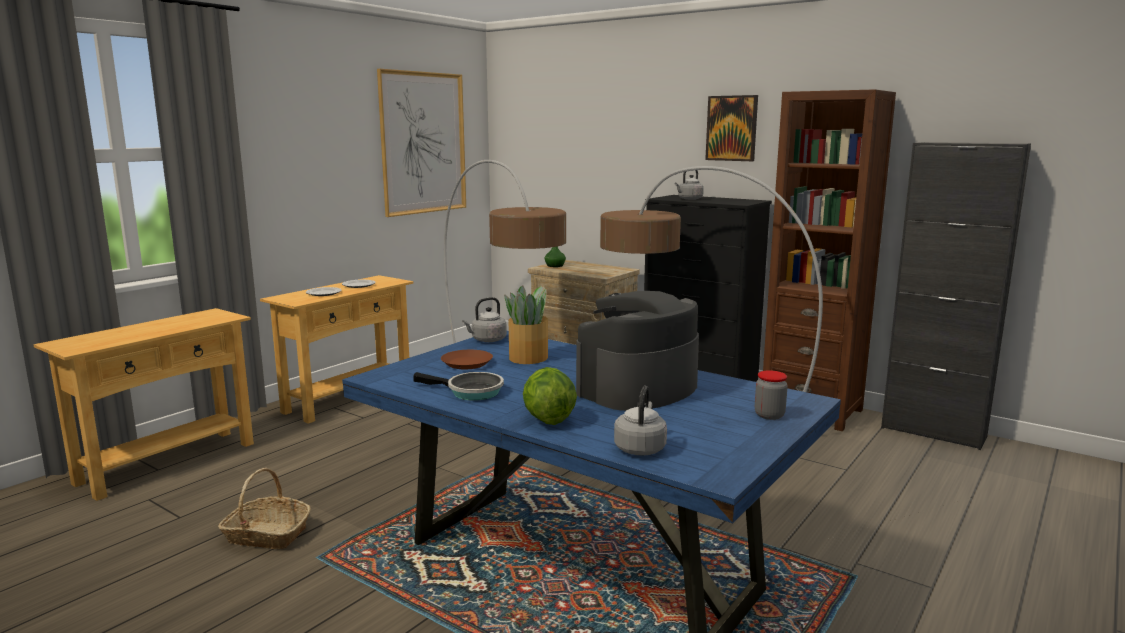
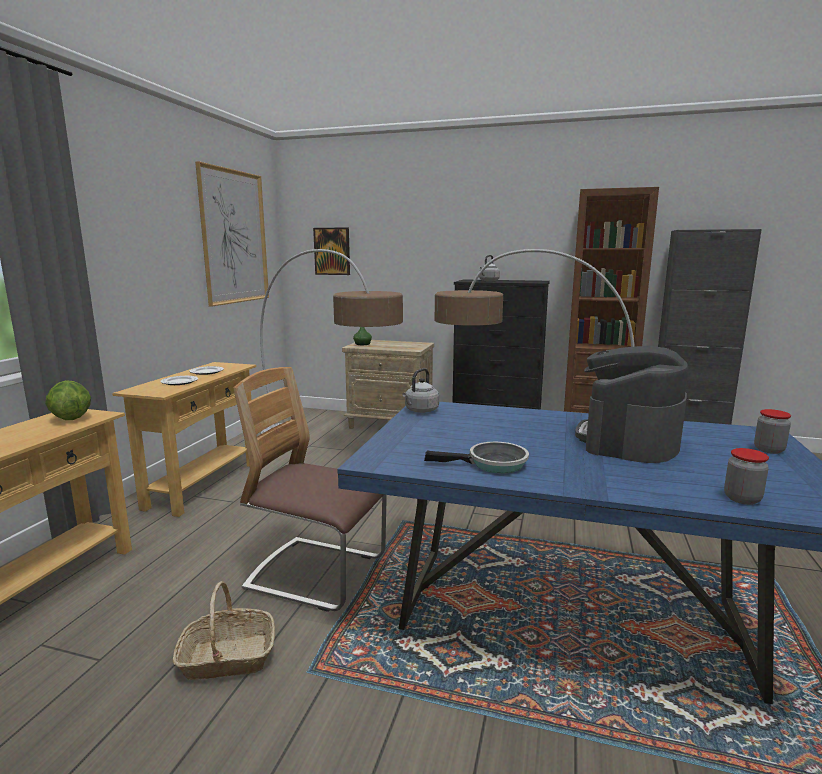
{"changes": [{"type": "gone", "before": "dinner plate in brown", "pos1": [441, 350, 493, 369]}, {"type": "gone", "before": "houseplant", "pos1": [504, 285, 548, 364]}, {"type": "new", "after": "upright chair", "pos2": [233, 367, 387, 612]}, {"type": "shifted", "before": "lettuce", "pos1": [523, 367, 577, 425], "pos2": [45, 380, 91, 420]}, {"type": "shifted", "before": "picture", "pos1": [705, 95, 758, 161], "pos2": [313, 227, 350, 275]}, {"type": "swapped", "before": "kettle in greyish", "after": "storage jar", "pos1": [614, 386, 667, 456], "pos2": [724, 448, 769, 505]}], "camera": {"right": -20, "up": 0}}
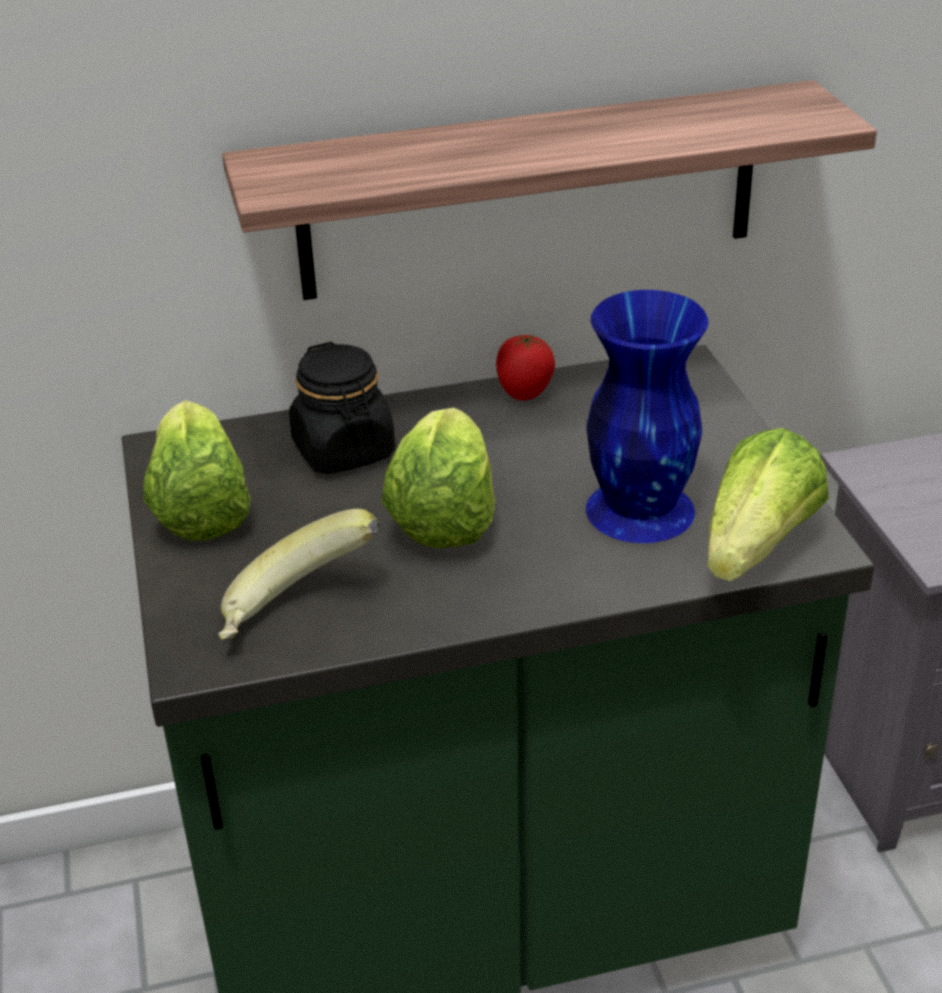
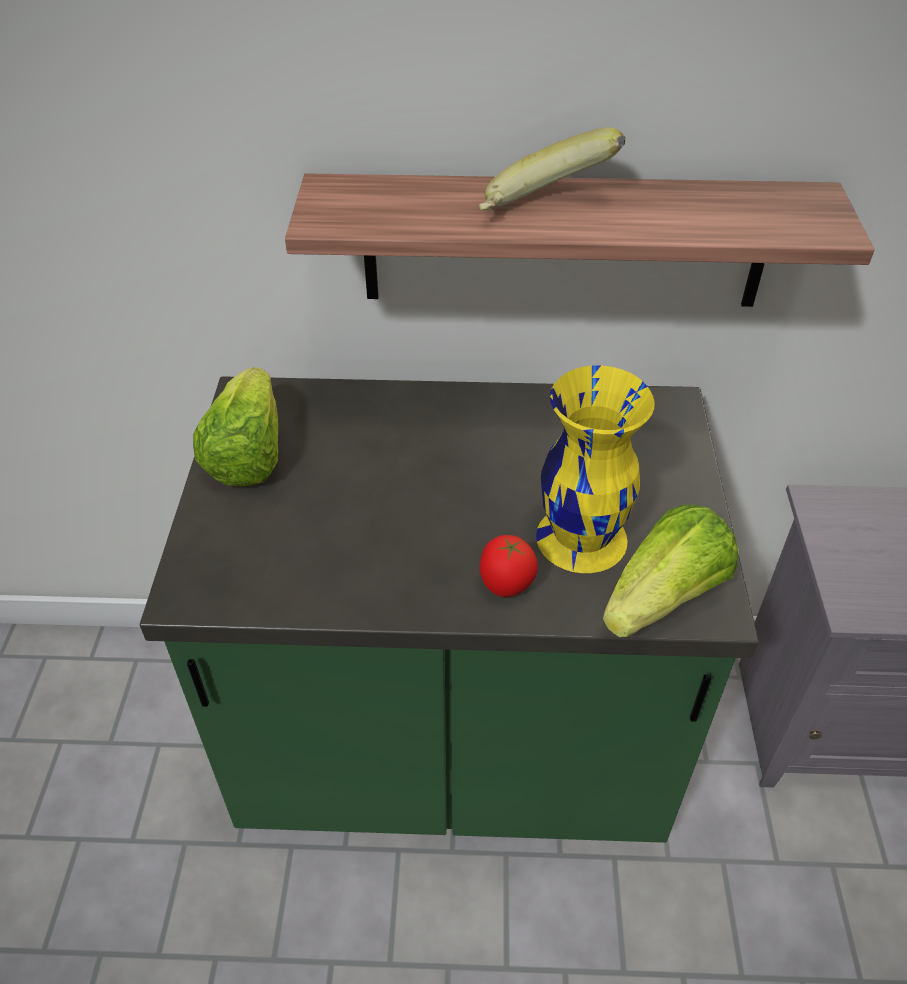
{"changes": [{"type": "gone", "before": "storage jar in blackish", "pos1": [289, 342, 395, 474]}, {"type": "gone", "before": "lettuce", "pos1": [381, 407, 496, 548]}, {"type": "shifted", "before": "banana fruit", "pos1": [218, 509, 379, 640], "pos2": [479, 127, 625, 211]}, {"type": "shifted", "before": "whole tomato", "pos1": [496, 335, 555, 400], "pos2": [480, 535, 538, 597]}, {"type": "repainted", "before": "decorative vase in bluish", "after": "decorative vase in yellow-coloured", "pos1": [586, 290, 709, 543], "pos2": [536, 366, 655, 573]}], "camera": {"right": 15, "up": 10}}
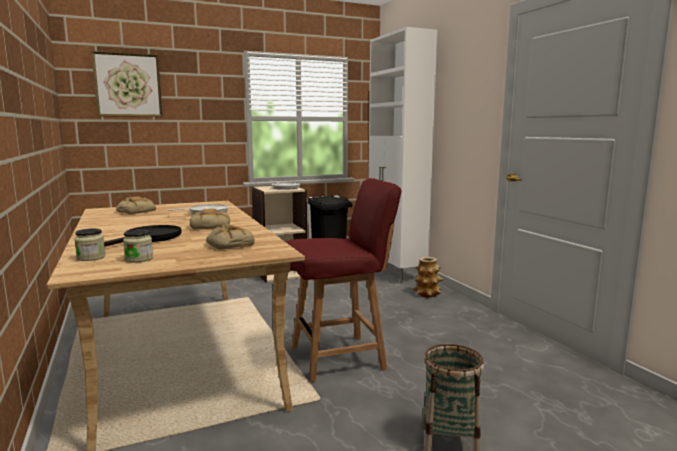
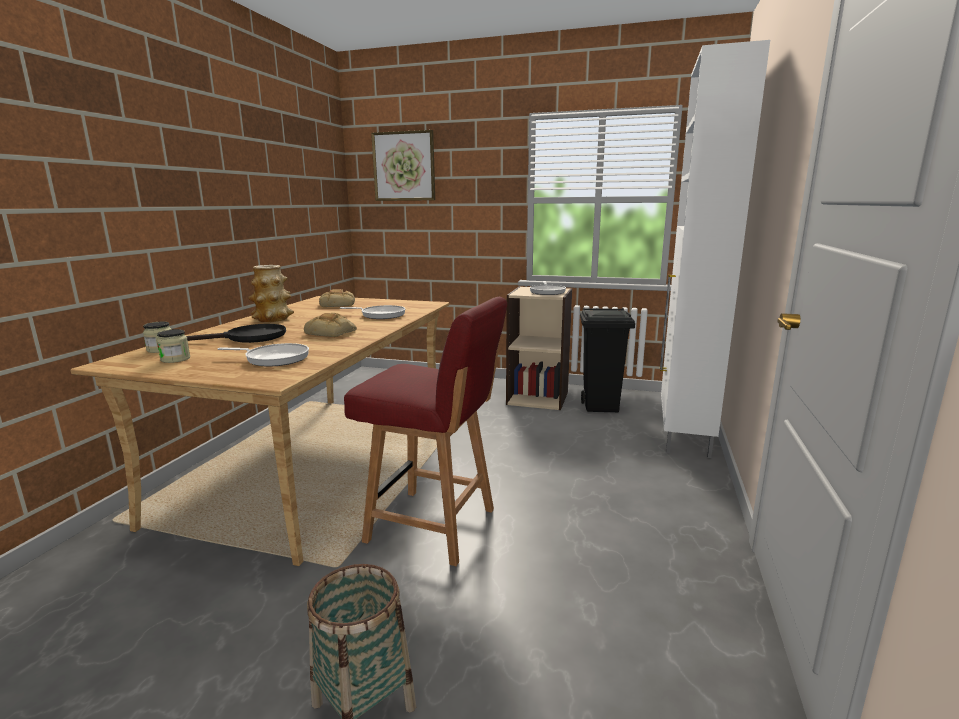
{"changes": [{"type": "shifted", "before": "decorative vase", "pos1": [413, 257, 444, 297], "pos2": [248, 265, 294, 322]}, {"type": "swapped", "before": "bakery bread", "after": "frying pan", "pos1": [206, 223, 255, 250], "pos2": [218, 343, 309, 367]}], "camera": {"right": 40, "up": 5}}
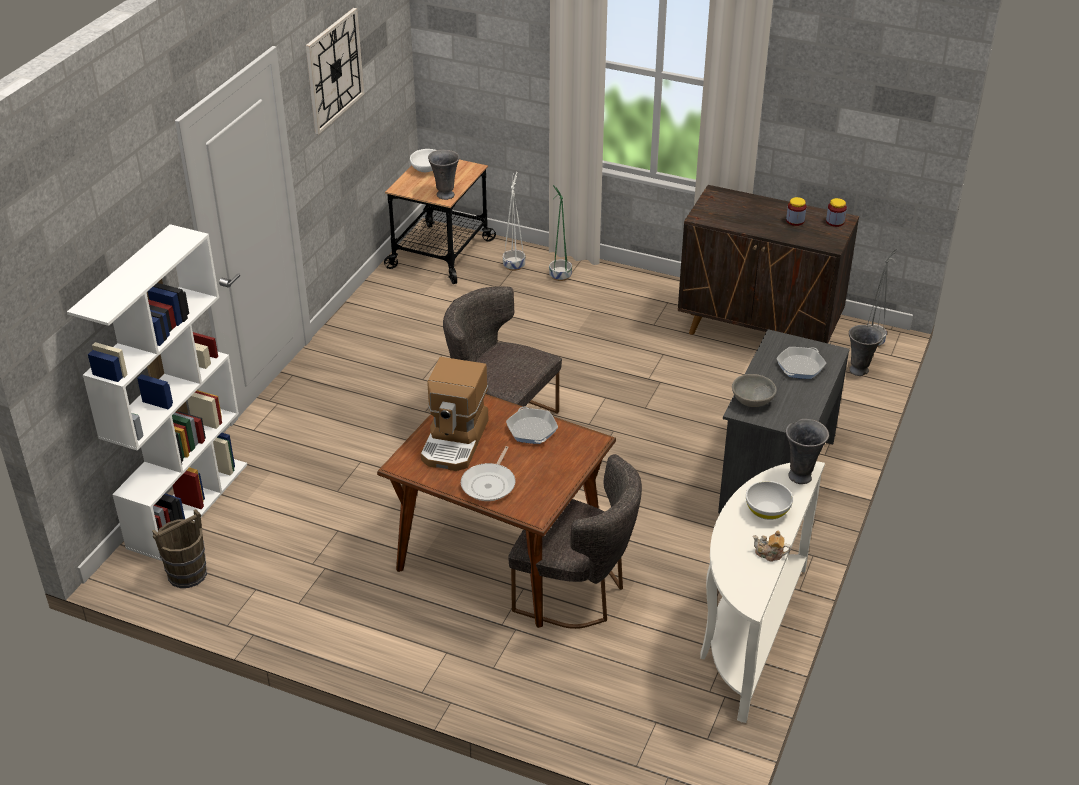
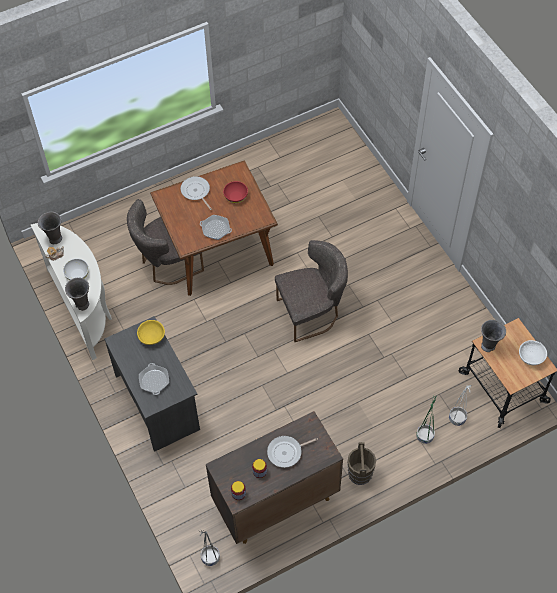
{"changes": [{"type": "gone", "before": "bookshelf in whitish", "pos1": [67, 224, 247, 561]}, {"type": "gone", "before": "wall clock", "pos1": [306, 8, 364, 134]}, {"type": "new", "after": "frying pan", "pos2": [267, 436, 318, 468]}, {"type": "shifted", "before": "water bucket in brown", "pos1": [152, 509, 207, 588], "pos2": [347, 442, 376, 485]}, {"type": "shifted", "before": "decorative vase in greyish", "pos1": [849, 325, 883, 376], "pos2": [38, 212, 62, 244]}, {"type": "swapped", "before": "coffee maker", "after": "deep dish in red-coloured", "pos1": [421, 357, 488, 471], "pos2": [223, 181, 248, 203]}, {"type": "repainted", "before": "deep dish in greyish", "after": "deep dish in yellow-coloured", "pos1": [732, 374, 777, 407], "pos2": [137, 320, 165, 345]}], "camera": {"right": 130, "up": 20}}
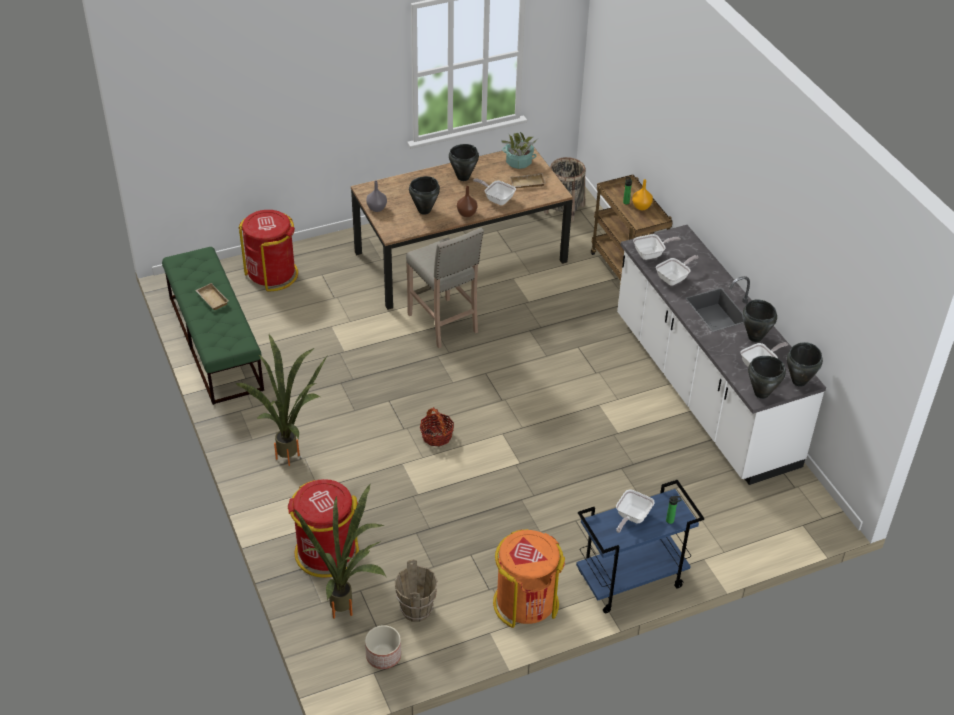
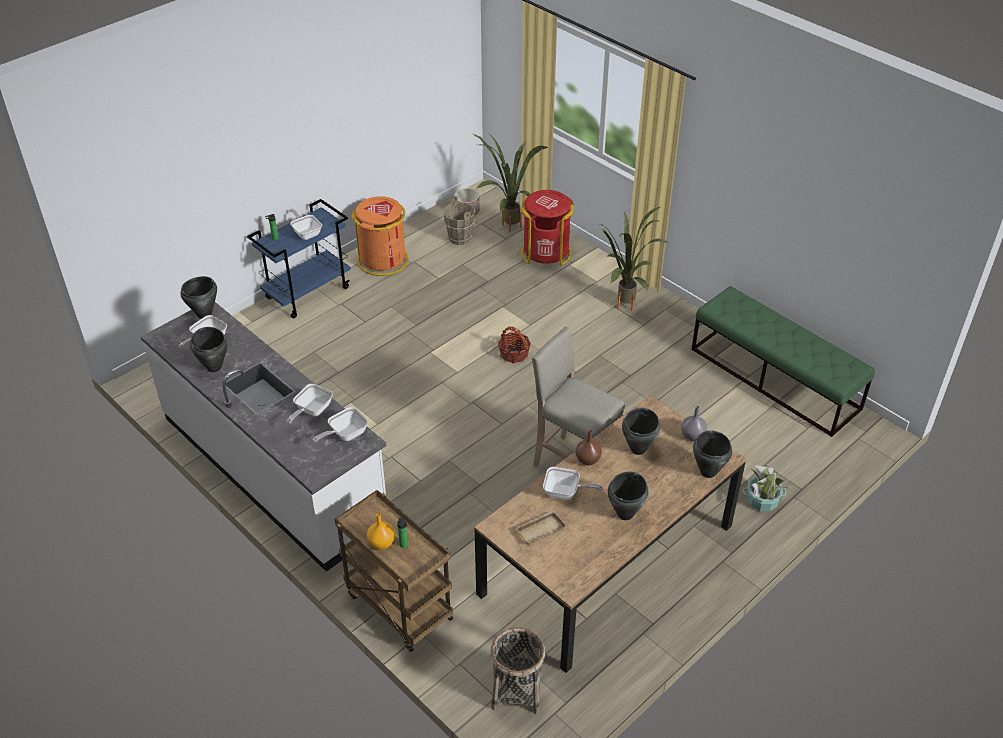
{"changes": [{"type": "gone", "before": "carrying tray in beige-coloured", "pos1": [195, 283, 229, 310]}, {"type": "gone", "before": "rubbish bin in red-coloured", "pos1": [239, 210, 298, 291]}, {"type": "shifted", "before": "houseplant", "pos1": [501, 132, 538, 169], "pos2": [742, 465, 792, 511]}, {"type": "shifted", "before": "cooking pot in blackish", "pos1": [787, 342, 823, 387], "pos2": [693, 430, 732, 478]}, {"type": "rotated", "before": "frying pan", "pos1": [616, 489, 655, 533], "pos2": [290, 209, 322, 240], "turn": -45}], "camera": {"right": 160, "up": 0}}
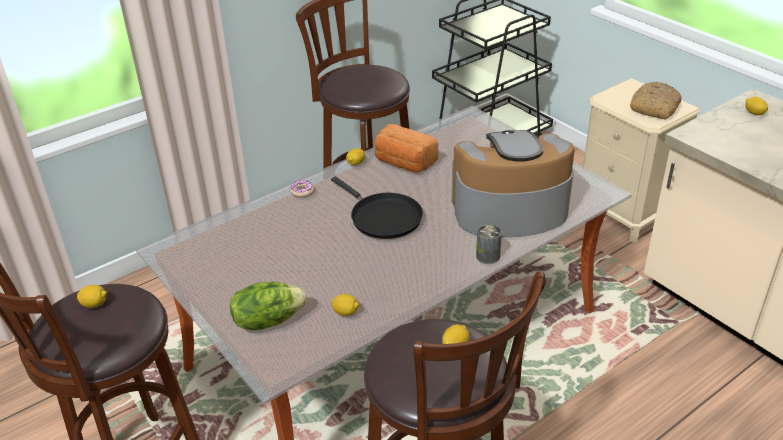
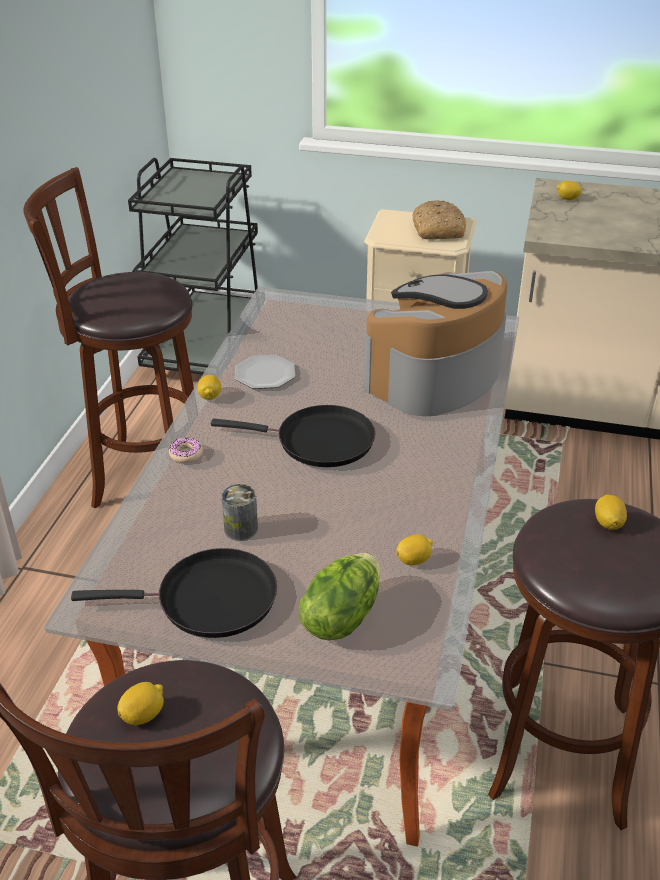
{"changes": [{"type": "new", "after": "frying pan in blackish", "pos2": [71, 548, 277, 638]}, {"type": "shifted", "before": "sealed can", "pos1": [476, 224, 502, 264], "pos2": [221, 484, 258, 541]}, {"type": "swapped", "before": "bakery bread", "after": "dinner plate", "pos1": [374, 124, 438, 173], "pos2": [235, 355, 295, 389]}], "camera": {"right": -40, "up": 0}}
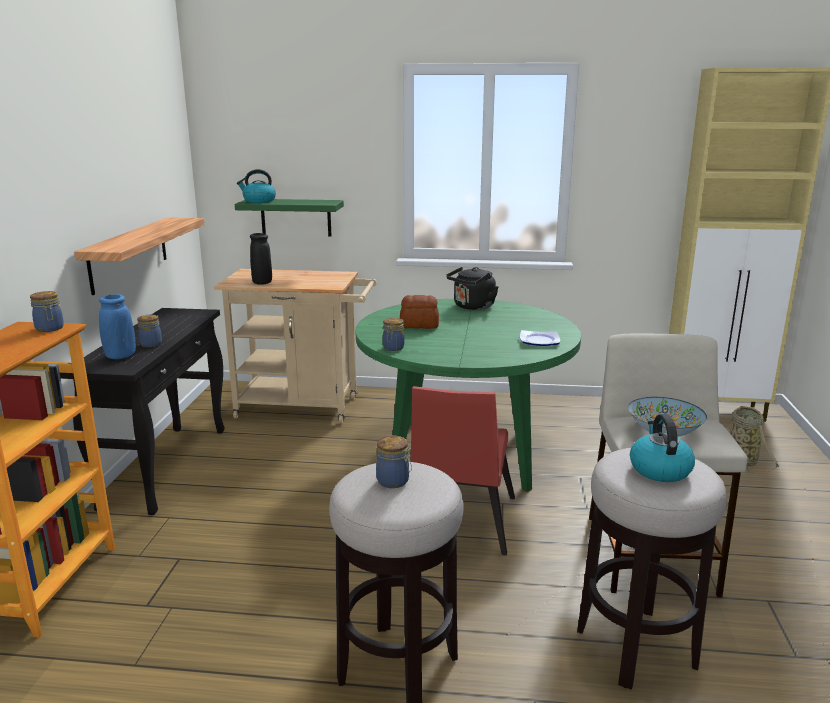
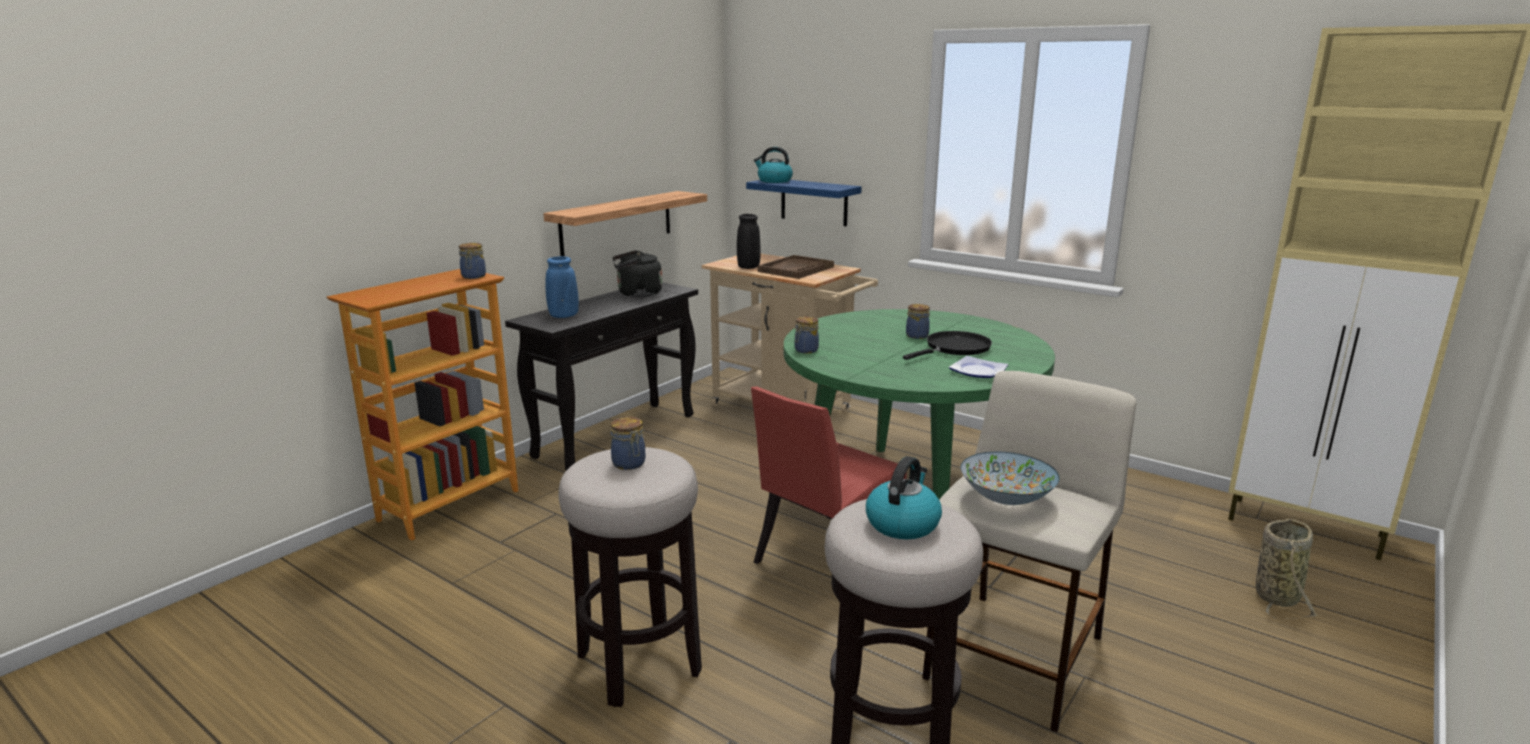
{"changes": [{"type": "gone", "before": "bakery bread", "pos1": [400, 295, 439, 329]}, {"type": "new", "after": "carrying tray in brown", "pos2": [758, 255, 834, 279]}, {"type": "new", "after": "frying pan in blackish", "pos2": [903, 331, 992, 360]}, {"type": "shifted", "before": "storage jar", "pos1": [137, 315, 162, 347], "pos2": [906, 304, 930, 339]}, {"type": "shifted", "before": "kettle in blackish", "pos1": [446, 267, 498, 310], "pos2": [613, 250, 662, 297]}, {"type": "repainted", "before": "bracket shelf in green", "after": "bracket shelf in bluish", "pos1": [235, 199, 344, 237], "pos2": [746, 180, 862, 226]}], "camera": {"right": 30, "up": 0}}
